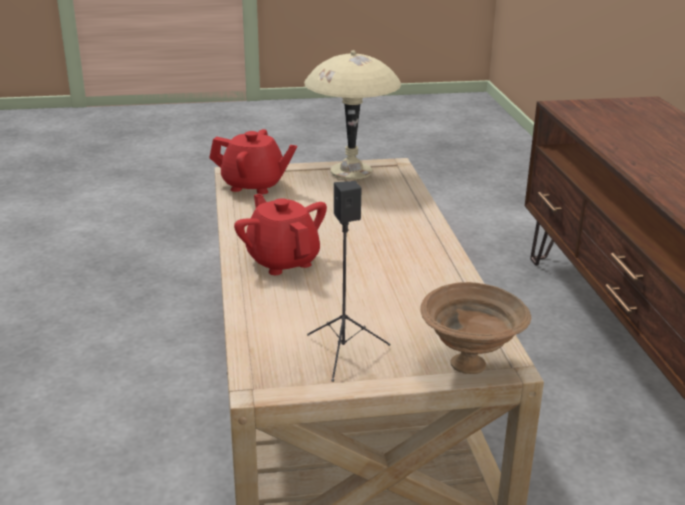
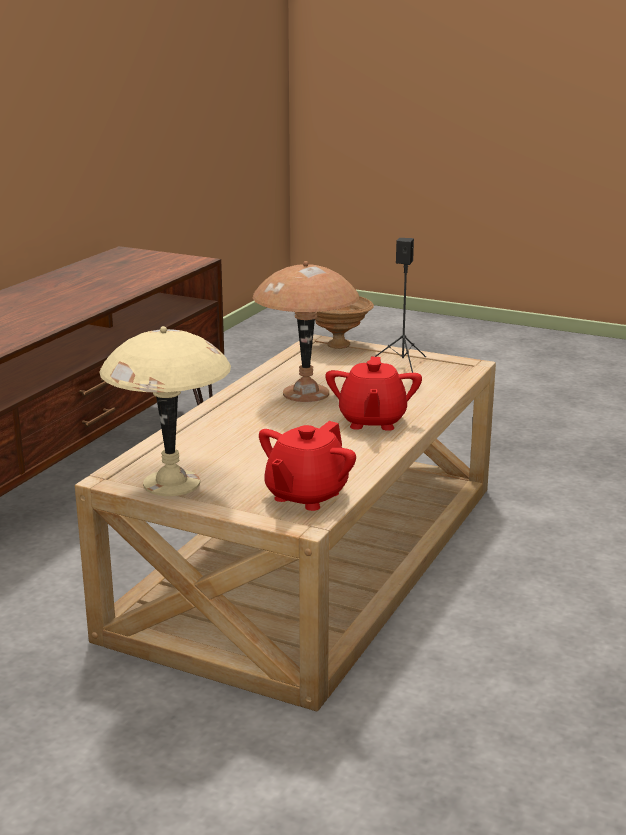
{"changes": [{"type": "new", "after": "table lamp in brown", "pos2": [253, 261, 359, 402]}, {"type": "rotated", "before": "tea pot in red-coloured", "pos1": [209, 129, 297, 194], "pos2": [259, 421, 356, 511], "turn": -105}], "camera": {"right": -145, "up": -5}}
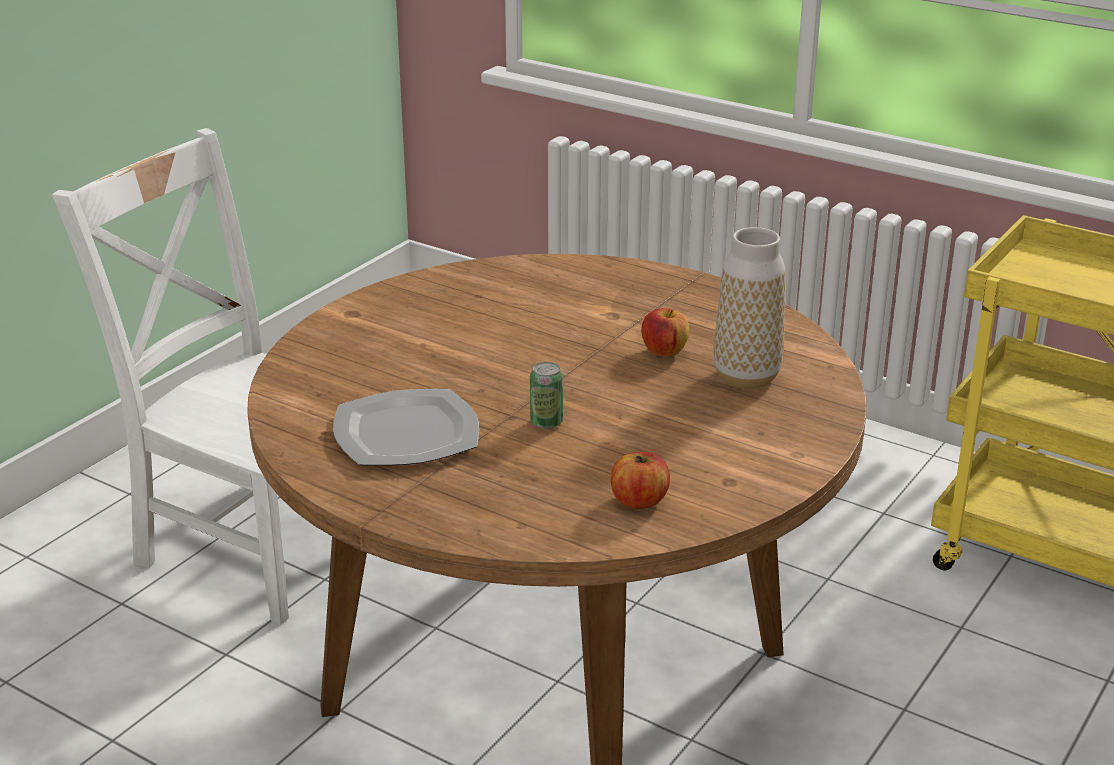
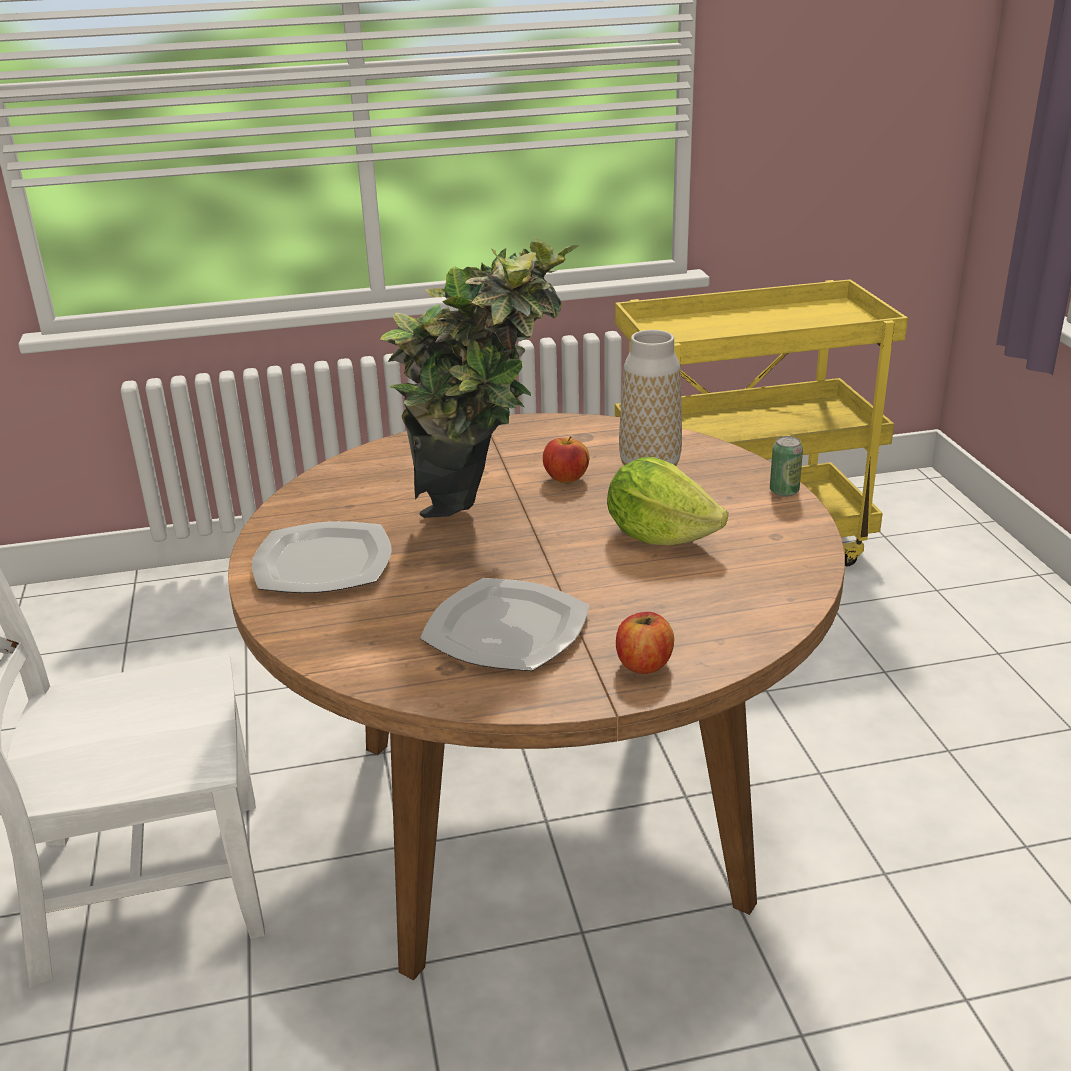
{"changes": [{"type": "new", "after": "dinner plate", "pos2": [252, 521, 392, 593]}, {"type": "new", "after": "houseplant", "pos2": [380, 236, 579, 518]}, {"type": "new", "after": "lettuce", "pos2": [607, 457, 728, 545]}, {"type": "shifted", "before": "sealed can", "pos1": [530, 362, 563, 429], "pos2": [770, 436, 803, 497]}, {"type": "shifted", "before": "apple fruit", "pos1": [611, 452, 670, 509], "pos2": [616, 612, 674, 674]}], "camera": {"right": -45, "up": 0}}
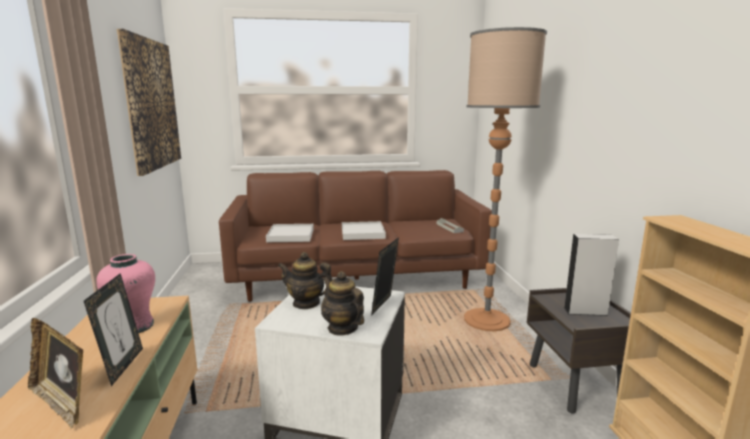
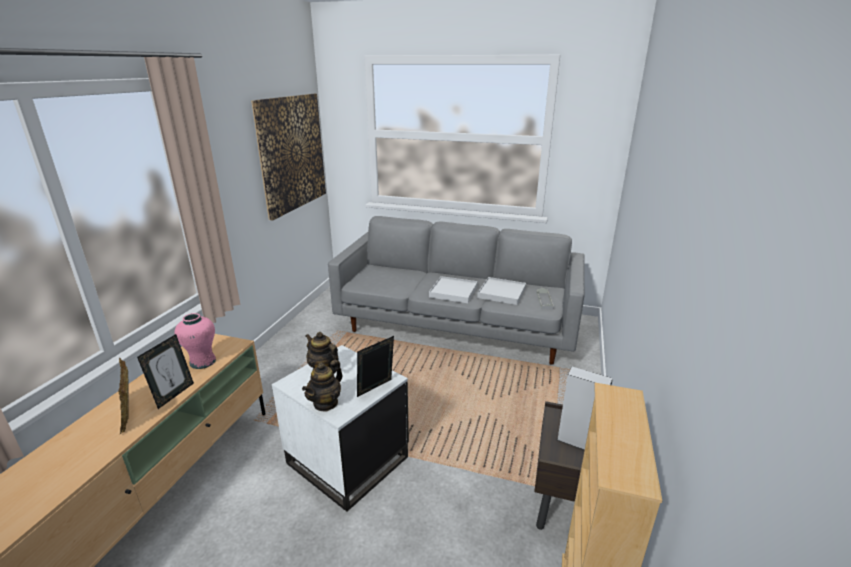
{"changes": [{"type": "gone", "before": "floor lamp", "pos1": [464, 27, 547, 331]}, {"type": "shifted", "before": "carrying tray in whitish", "pos1": [266, 224, 314, 242], "pos2": [477, 277, 526, 305]}, {"type": "repainted", "before": "couch in brown", "after": "couch in greyish", "pos1": [219, 170, 492, 302], "pos2": [328, 216, 585, 365]}, {"type": "rotated", "before": "tea pot", "pos1": [321, 271, 364, 336], "pos2": [302, 360, 343, 412], "turn": -135}], "camera": {"right": 25, "up": 10}}
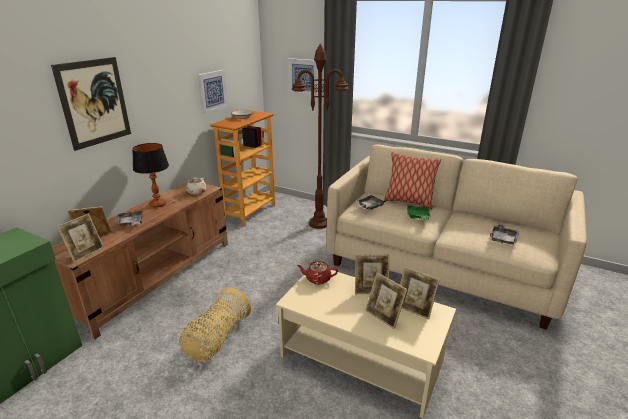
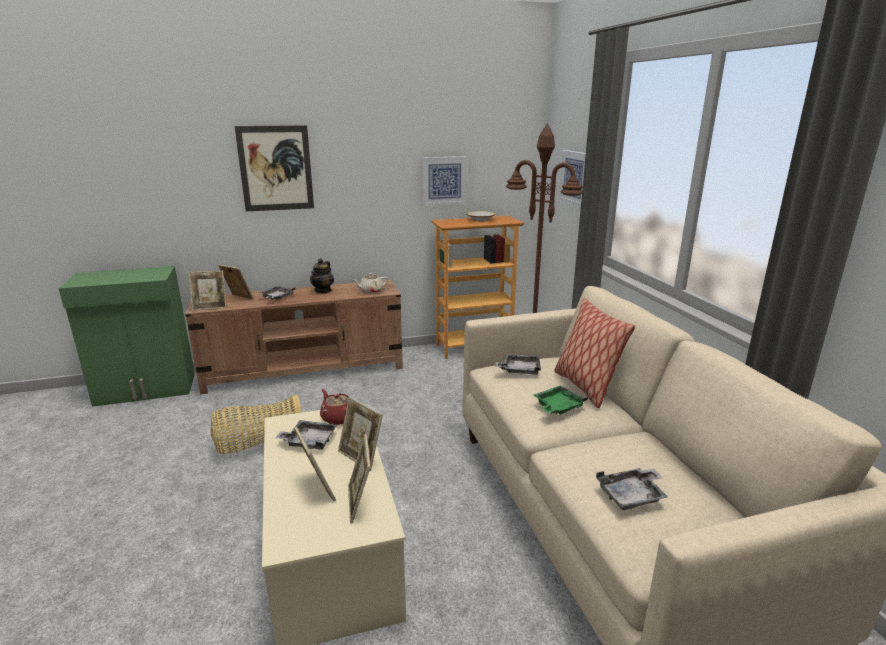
{"changes": [{"type": "new", "after": "carrying tray in greyish", "pos2": [275, 420, 337, 450]}, {"type": "swapped", "before": "table lamp", "after": "tea pot", "pos1": [132, 143, 169, 208], "pos2": [310, 258, 334, 293]}, {"type": "rotated", "before": "standing frame", "pos1": [365, 272, 408, 329], "pos2": [294, 427, 336, 501], "turn": 150}], "camera": {"right": 45, "up": -5}}
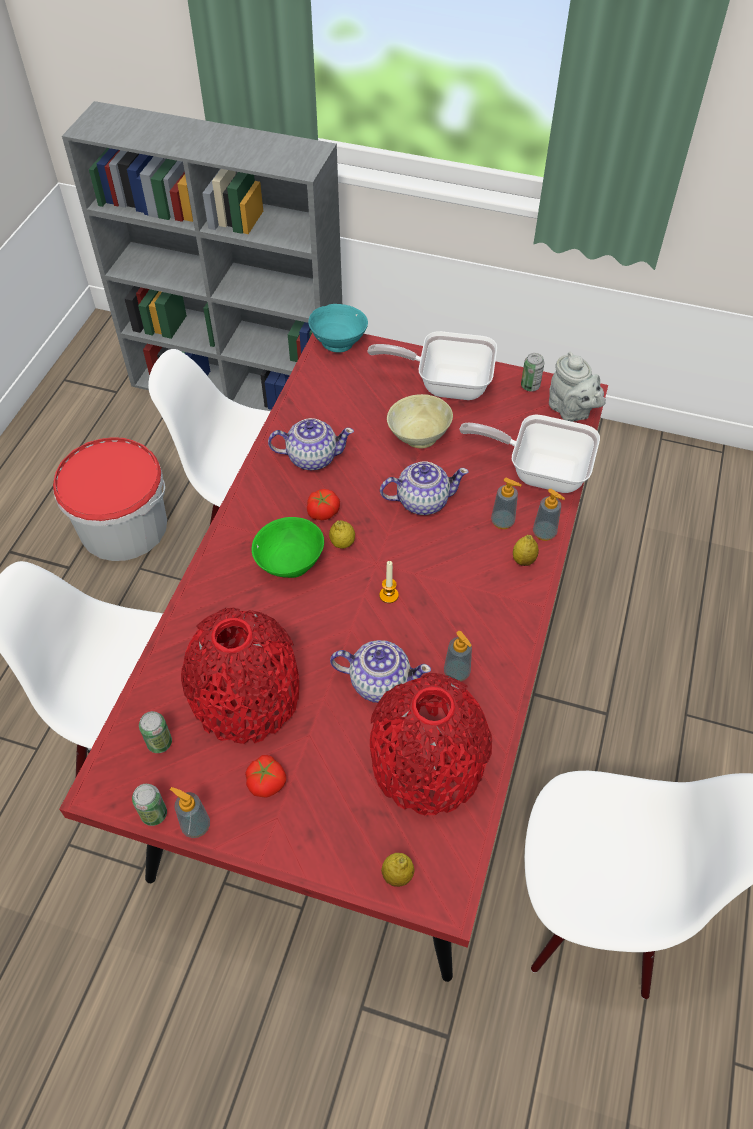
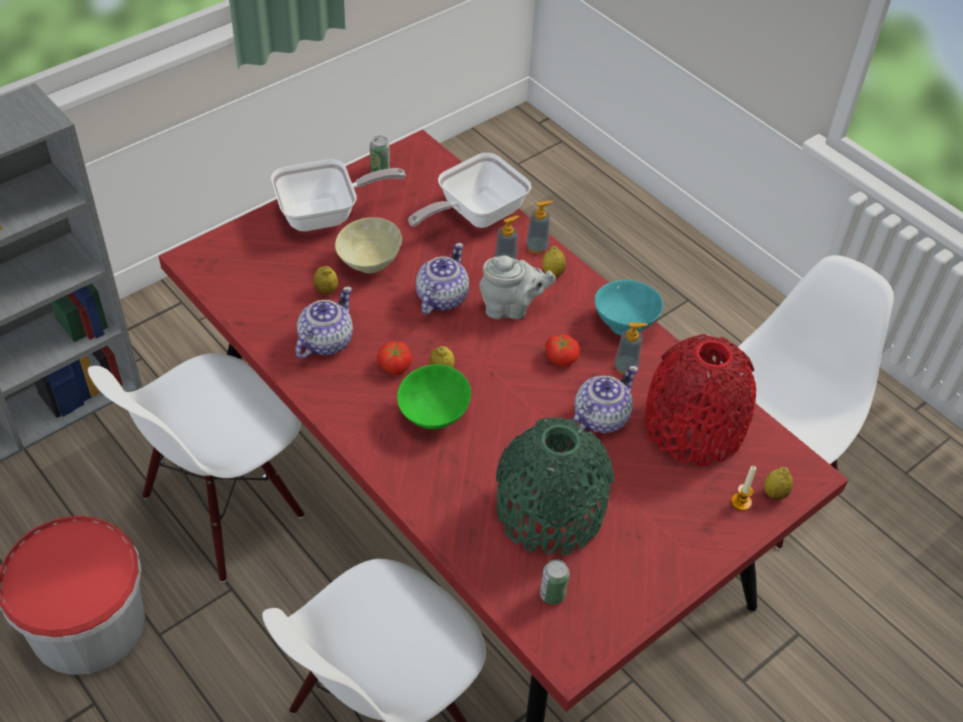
{"changes": [{"type": "gone", "before": "sealed can", "pos1": [132, 784, 167, 826]}, {"type": "gone", "before": "soap bottle", "pos1": [170, 787, 210, 838]}, {"type": "new", "after": "citrus fruit", "pos2": [313, 266, 338, 294]}, {"type": "shifted", "before": "whole tomato", "pos1": [245, 755, 286, 798], "pos2": [545, 334, 580, 366]}, {"type": "shifted", "before": "deep dish in turquoise-coloured", "pos1": [308, 304, 368, 353], "pos2": [595, 280, 663, 336]}, {"type": "shifted", "before": "candle", "pos1": [379, 561, 399, 603], "pos2": [731, 466, 756, 511]}, {"type": "shifted", "before": "tea pot in greyish", "pos1": [549, 351, 606, 422], "pos2": [480, 255, 556, 319]}, {"type": "repainted", "before": "decorative vase in red-coloured", "after": "decorative vase in green", "pos1": [181, 608, 299, 744], "pos2": [496, 417, 614, 556]}, {"type": "rotated", "before": "frying pan", "pos1": [367, 331, 497, 400], "pos2": [271, 159, 406, 231], "turn": -150}], "camera": {"right": -60, "up": -5}}
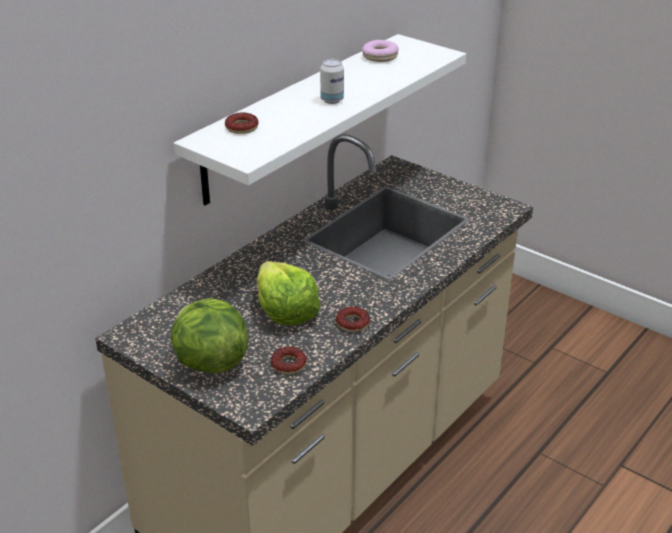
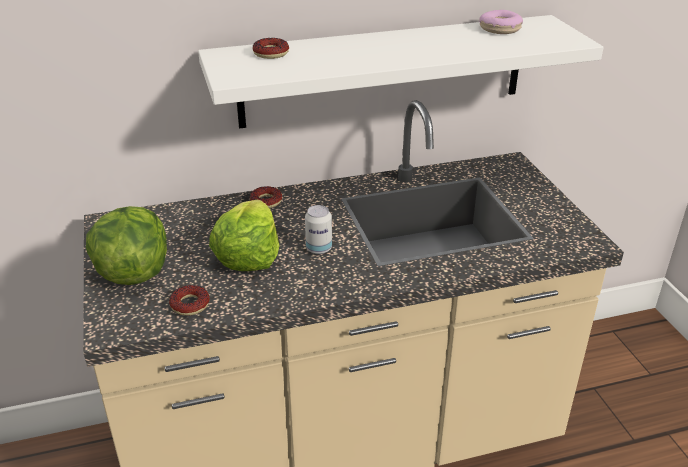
{"changes": [{"type": "shifted", "before": "sealed can", "pos1": [320, 59, 344, 104], "pos2": [305, 205, 332, 254]}, {"type": "shifted", "before": "ring doughnut", "pos1": [336, 307, 370, 332], "pos2": [250, 186, 282, 208]}], "camera": {"right": 35, "up": 0}}
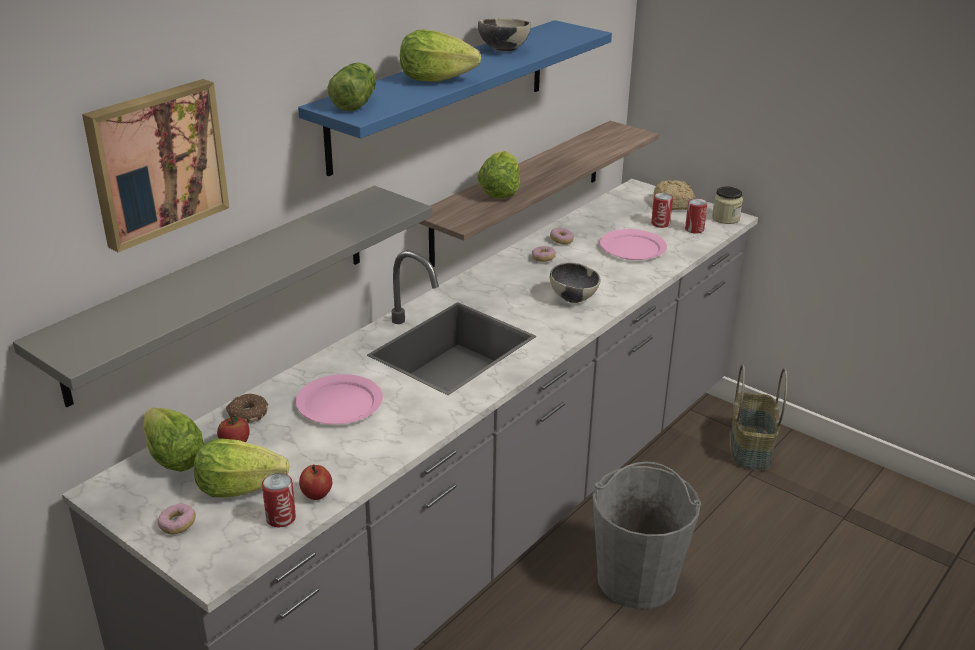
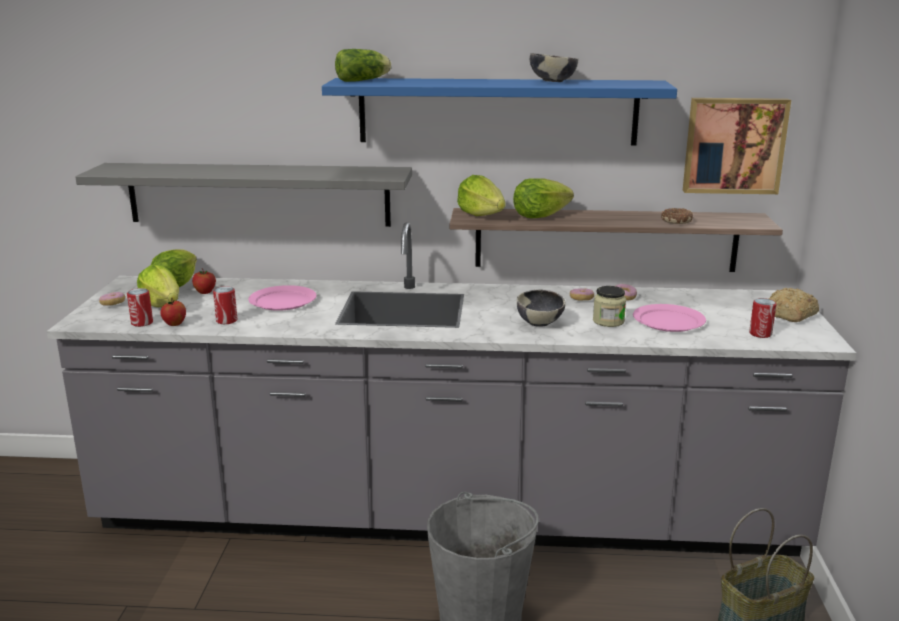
{"changes": [{"type": "shifted", "before": "picture", "pos1": [82, 79, 230, 252], "pos2": [683, 98, 791, 194]}, {"type": "shifted", "before": "ring doughnut", "pos1": [226, 393, 268, 423], "pos2": [661, 208, 693, 224]}, {"type": "shifted", "before": "lettuce", "pos1": [400, 29, 481, 82], "pos2": [457, 175, 506, 216]}, {"type": "shifted", "before": "sealed can", "pos1": [651, 193, 673, 228], "pos2": [213, 286, 237, 324]}, {"type": "shifted", "before": "storage jar", "pos1": [712, 187, 743, 224], "pos2": [593, 286, 626, 327]}], "camera": {"right": 55, "up": -10}}
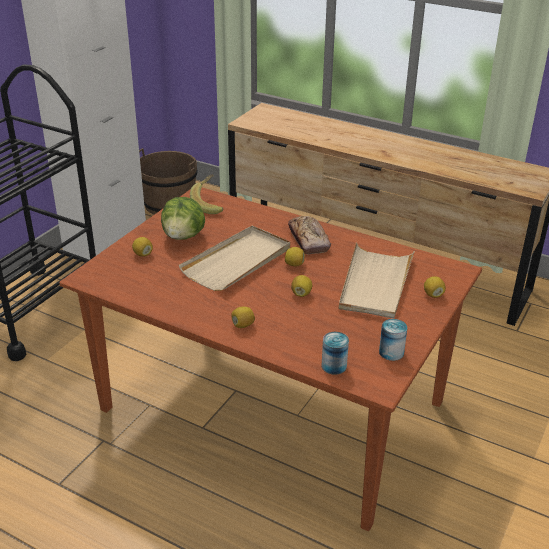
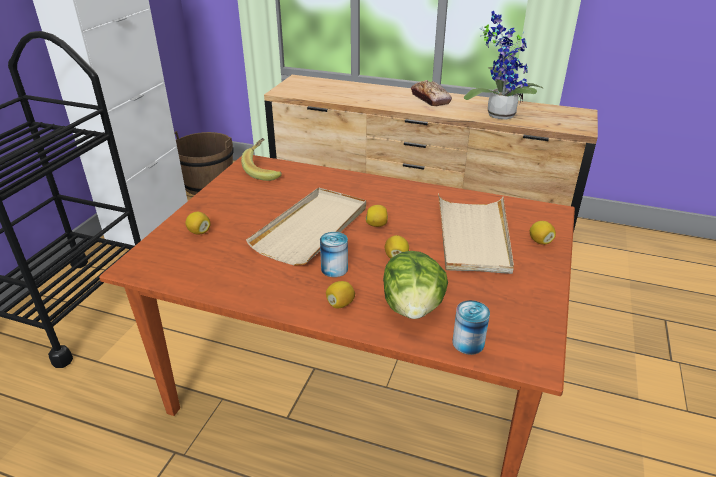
{"changes": [{"type": "new", "after": "houseplant", "pos2": [464, 11, 544, 119]}, {"type": "shifted", "before": "lettuce", "pos1": [161, 197, 205, 240], "pos2": [383, 251, 448, 319]}, {"type": "shifted", "before": "bakery bread", "pos1": [288, 216, 331, 255], "pos2": [411, 80, 452, 107]}, {"type": "shifted", "before": "sealed can", "pos1": [379, 319, 407, 361], "pos2": [320, 232, 348, 277]}], "camera": {"right": -10, "up": 0}}
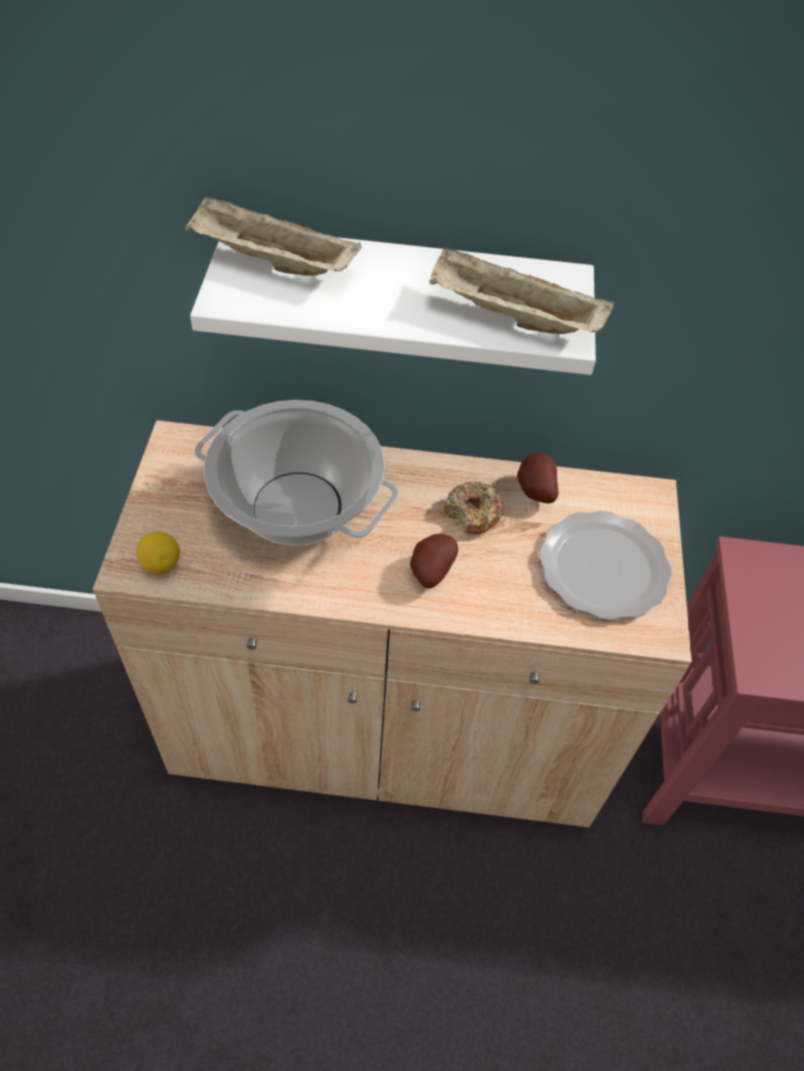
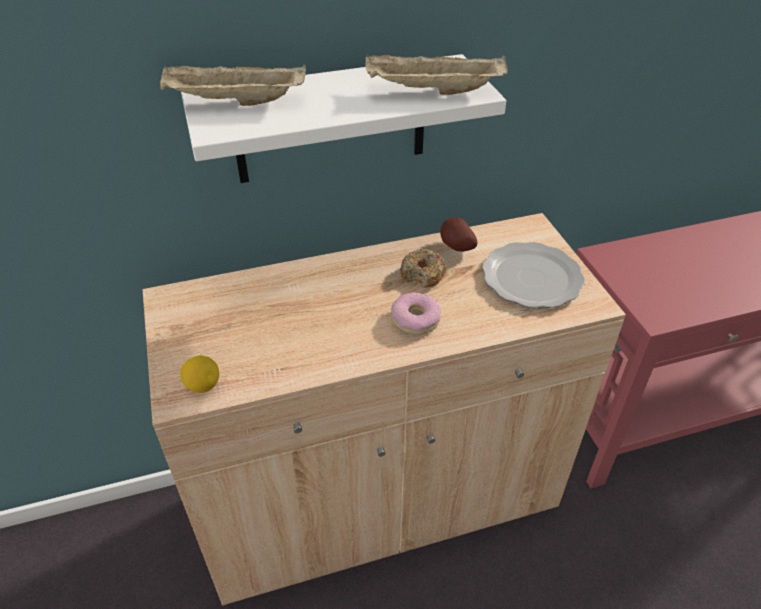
{"changes": [{"type": "gone", "before": "cooking pot", "pos1": [194, 400, 399, 546]}, {"type": "swapped", "before": "spud", "after": "ring doughnut", "pos1": [410, 533, 458, 589], "pos2": [391, 292, 441, 335]}], "camera": {"right": -20, "up": -10}}
